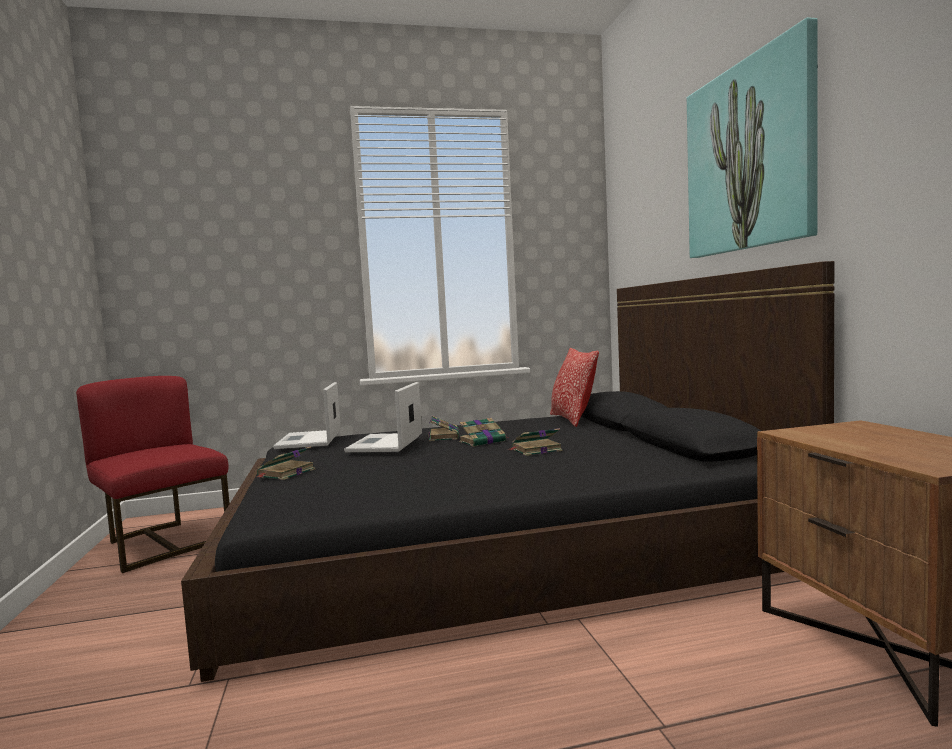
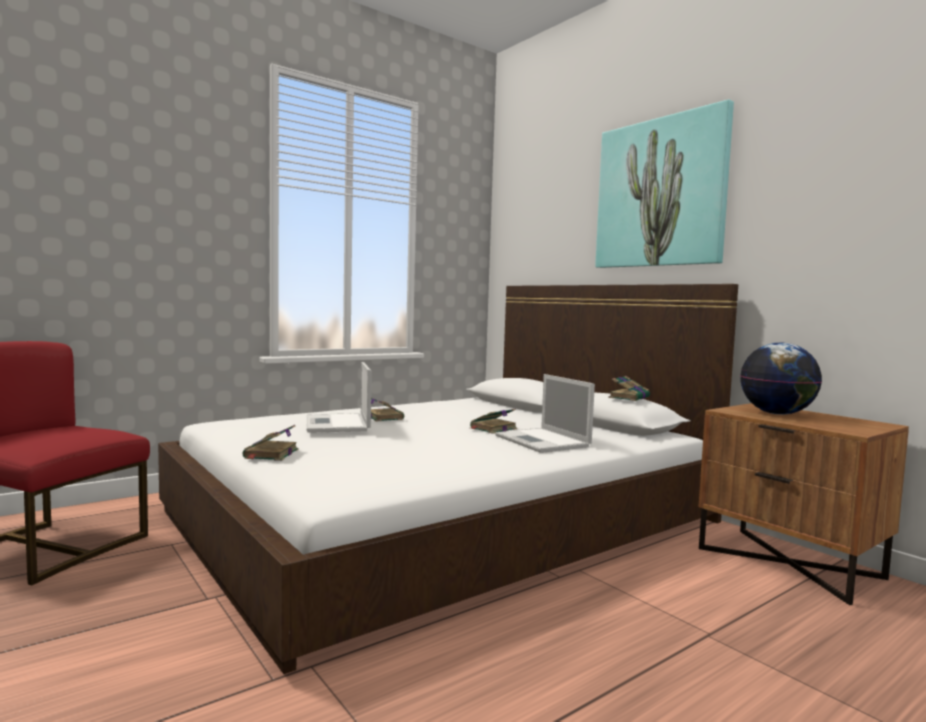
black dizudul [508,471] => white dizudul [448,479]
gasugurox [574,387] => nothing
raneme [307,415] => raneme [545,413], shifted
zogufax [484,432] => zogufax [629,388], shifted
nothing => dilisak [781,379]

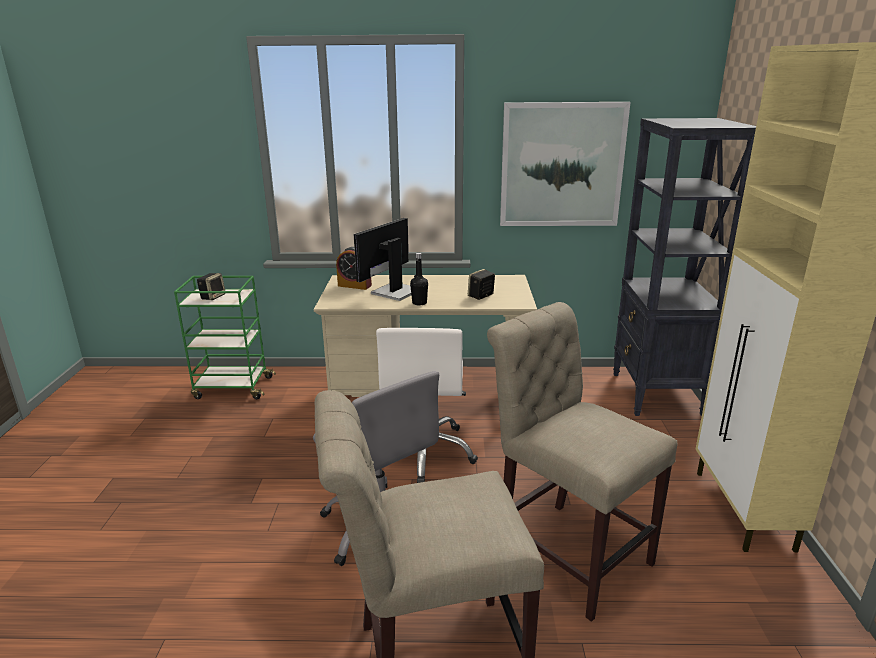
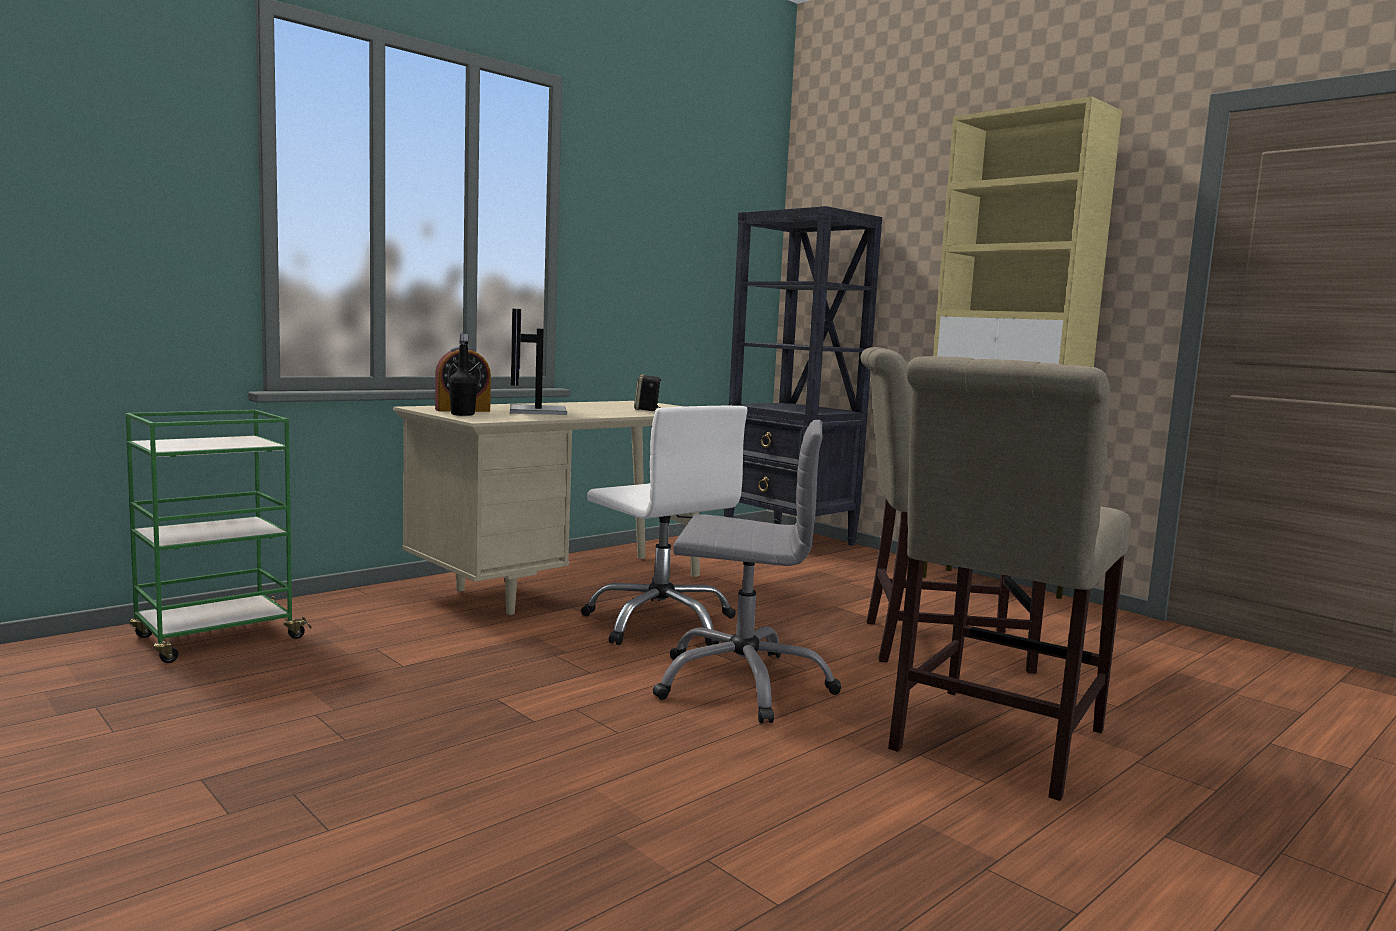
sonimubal [565,164] => nothing
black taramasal [419,279] => black taramasal [463,374], shifted
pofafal [211,286] => nothing

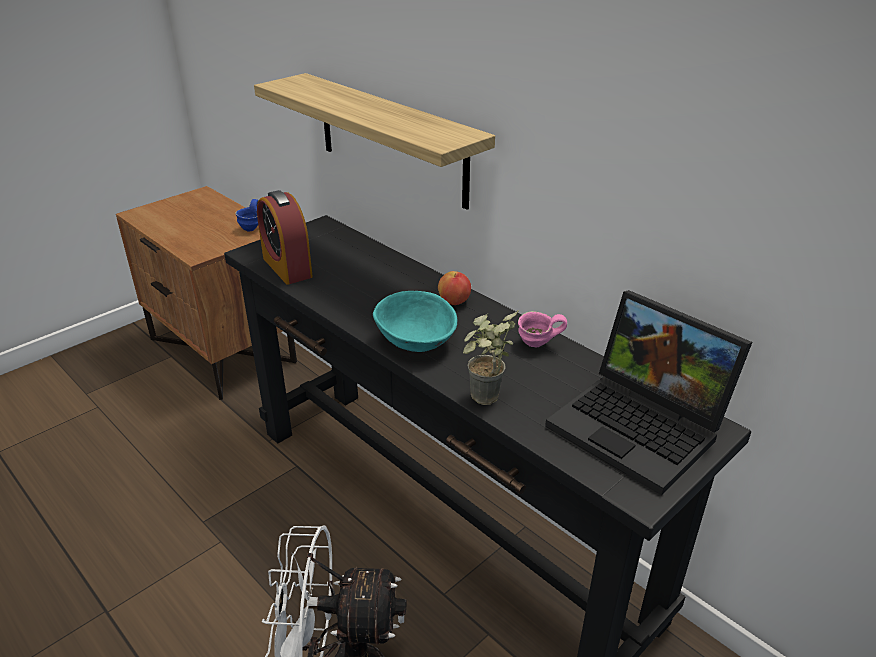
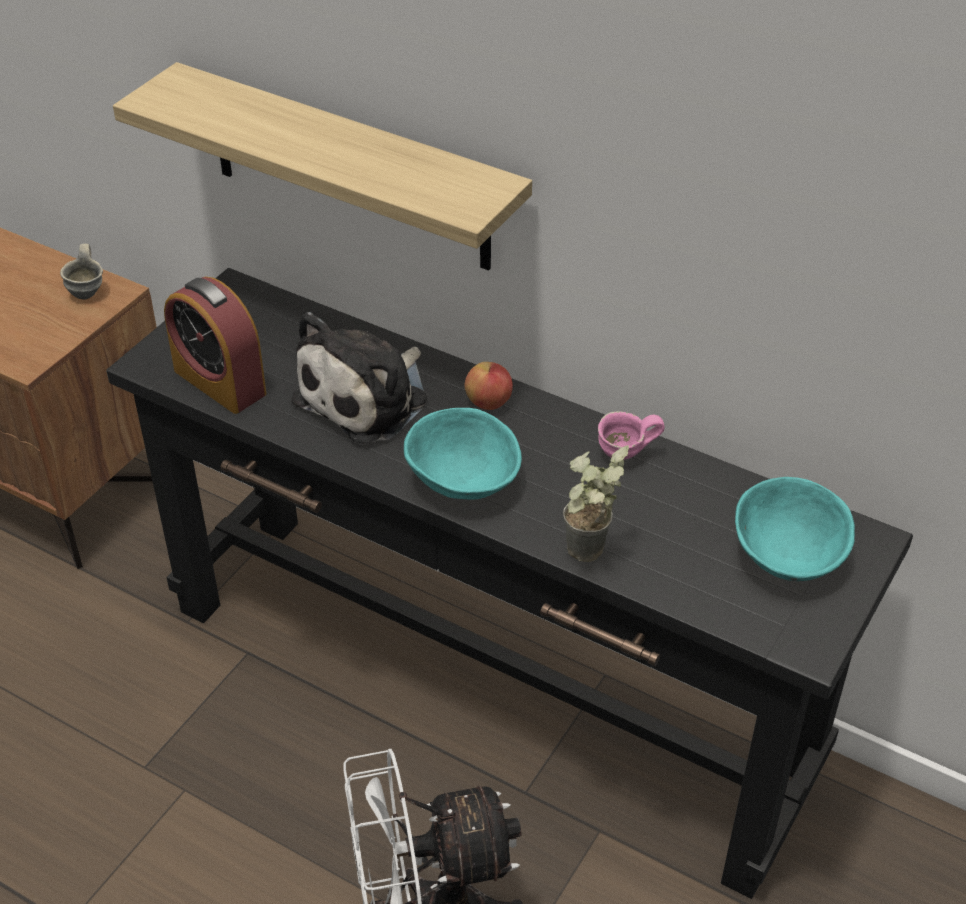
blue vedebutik [246,215] => grey vedebutik [81,271]
raneme [648,392] => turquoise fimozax [795,529]
nothing => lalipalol [359,378]

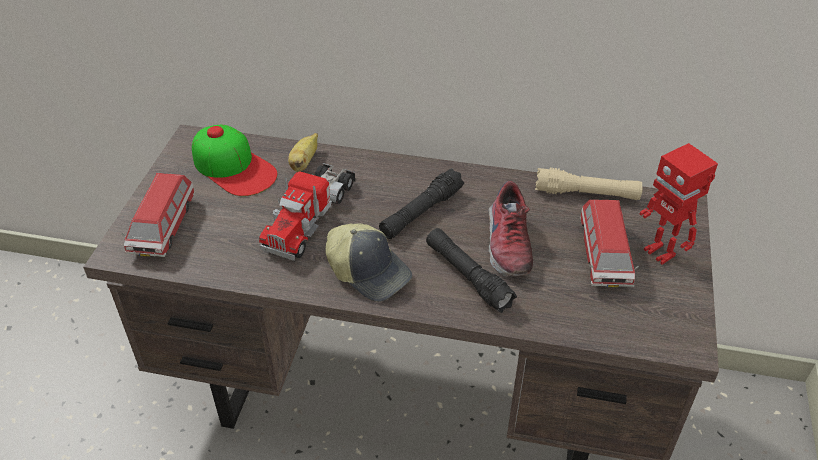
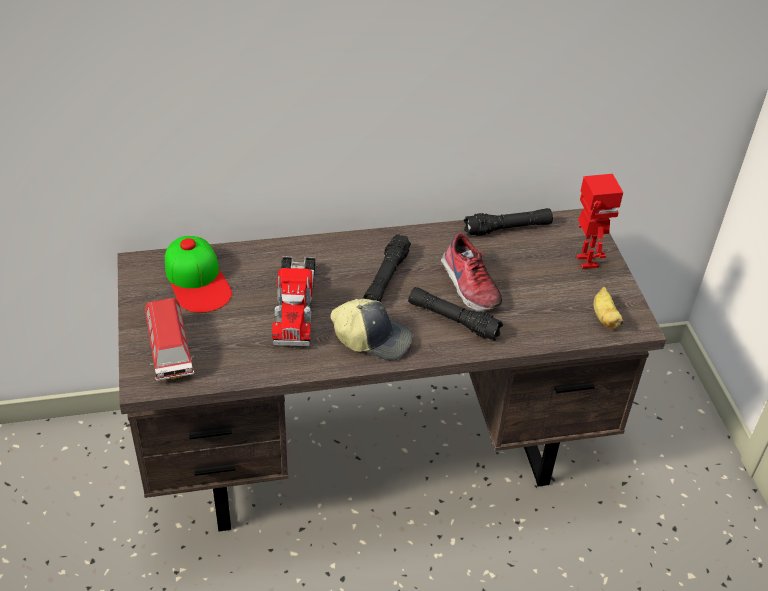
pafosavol [234,160] => pafosavol [198,274], 45 degrees clockwise
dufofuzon [303,152] => dufofuzon [608,308], shifted
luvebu [679,204] => luvebu [599,221], 135 degrees counterclockwise
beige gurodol [589,184] => black gurodol [508,222]
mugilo [609,243] => nothing

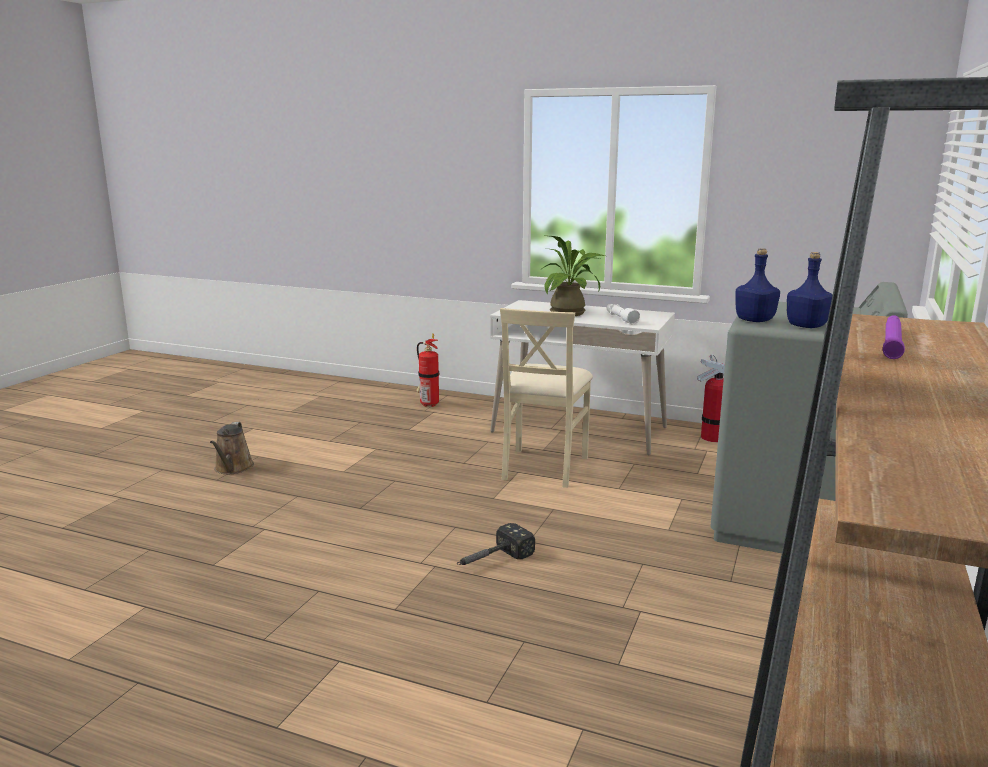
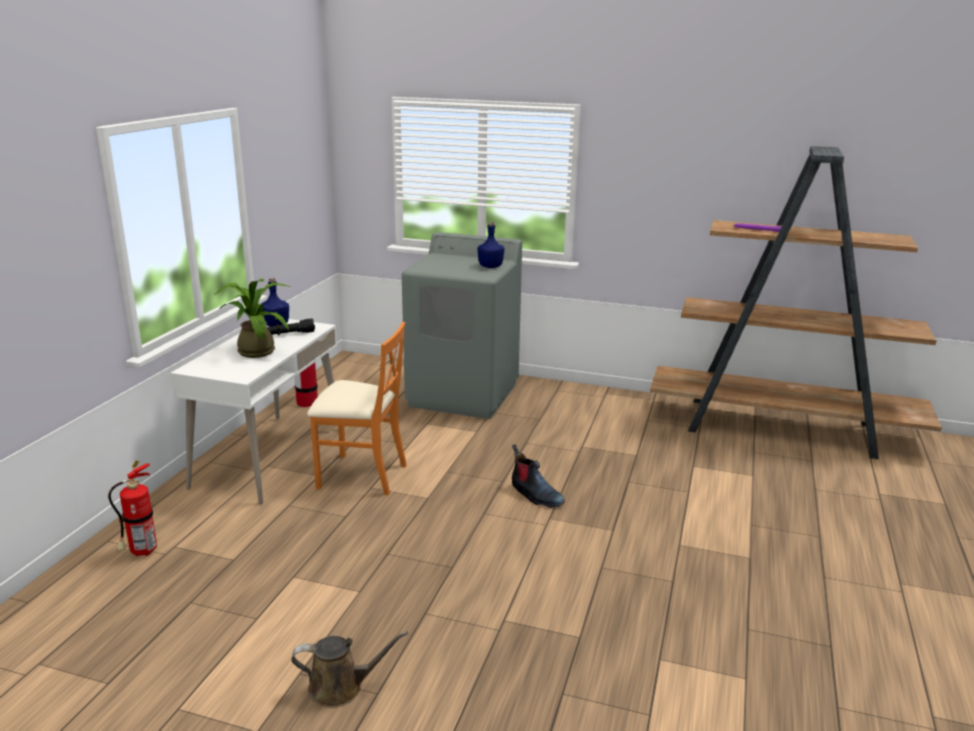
blue taramasal [757,285] => blue taramasal [275,302], shifted
white gurodol [623,314] => black gurodol [291,326]
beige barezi [546,398] => orange barezi [357,408]
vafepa [496,544] => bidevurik [538,476]

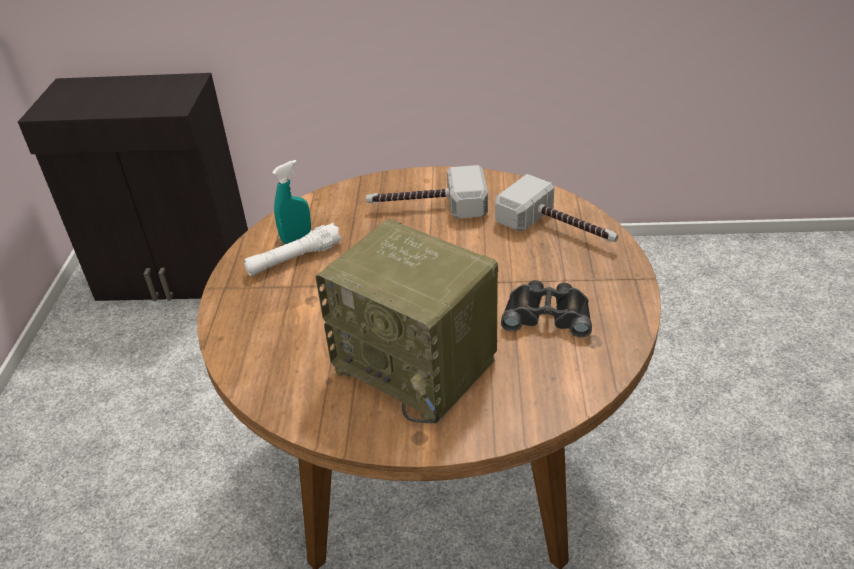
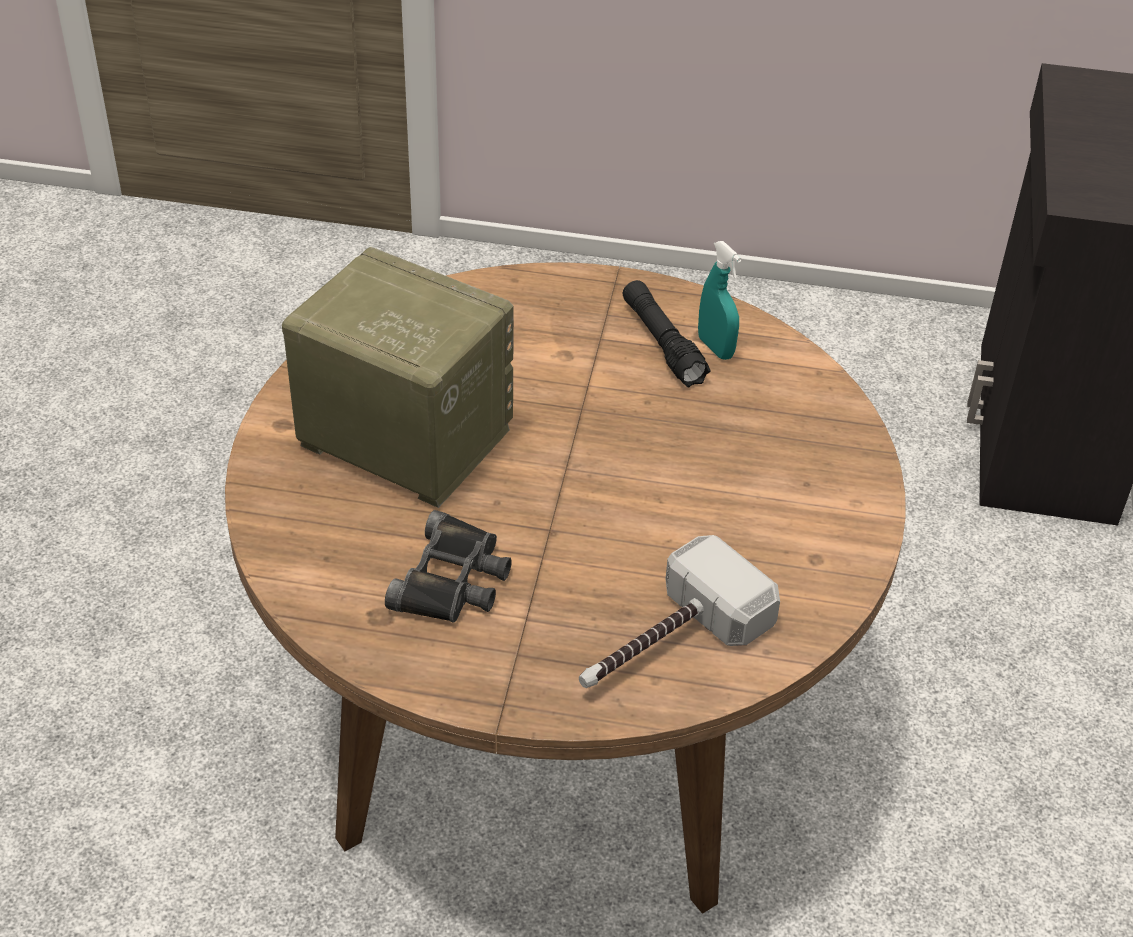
vafepa [427,191] => nothing
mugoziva [406,321] => mugoziva [398,377], 75 degrees clockwise
white gurodol [292,249] => black gurodol [667,333]

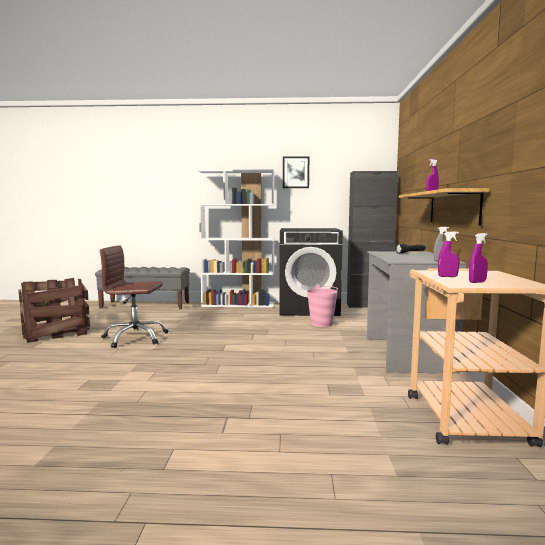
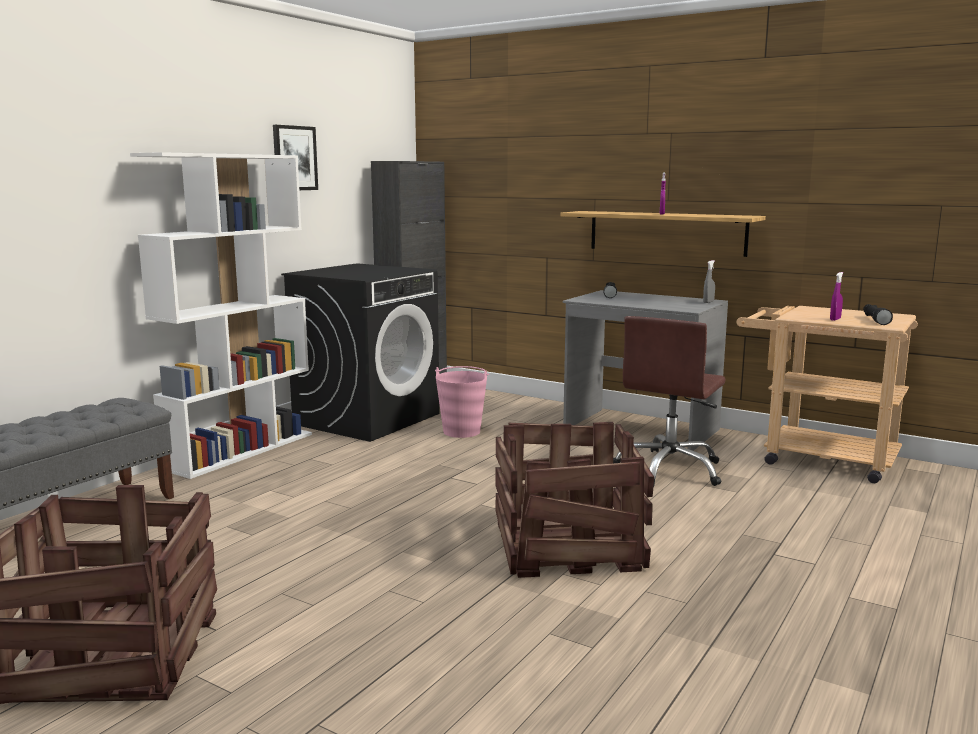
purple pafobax [478,258] => black gurodol [878,314]
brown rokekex [133,296] => brown rokekex [669,402], shifted
nothing => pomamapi [574,500]

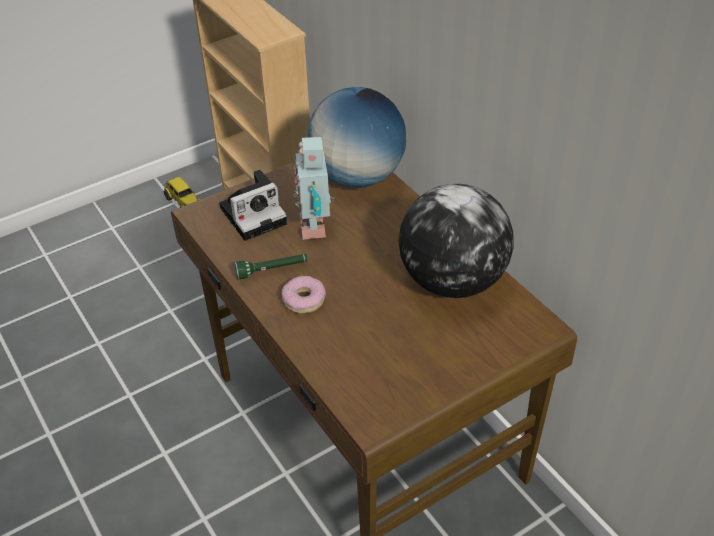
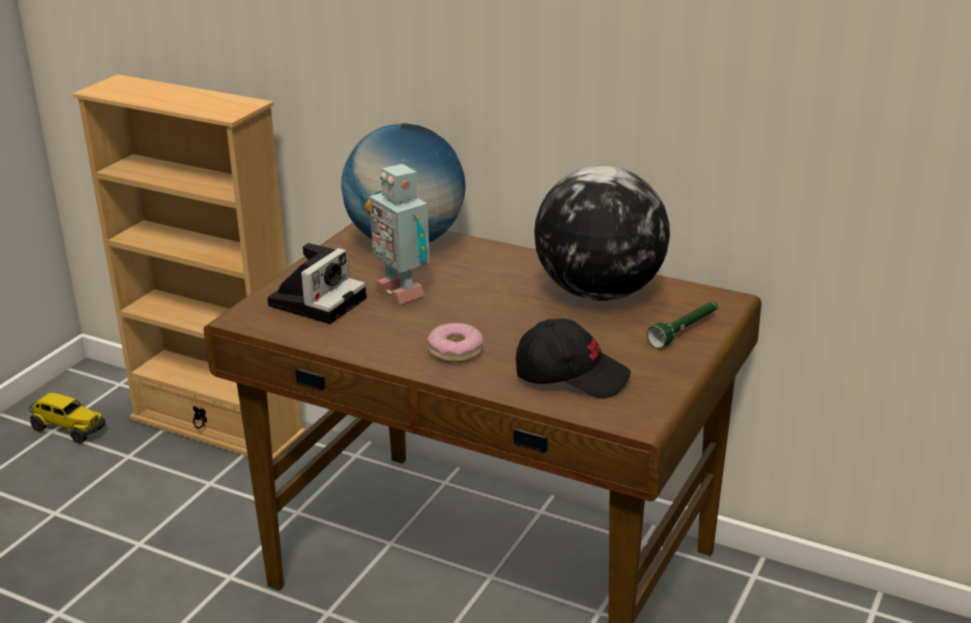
green gurodol [271,267] => green gurodol [682,324], shifted
nothing => black pafosavol [573,358]

